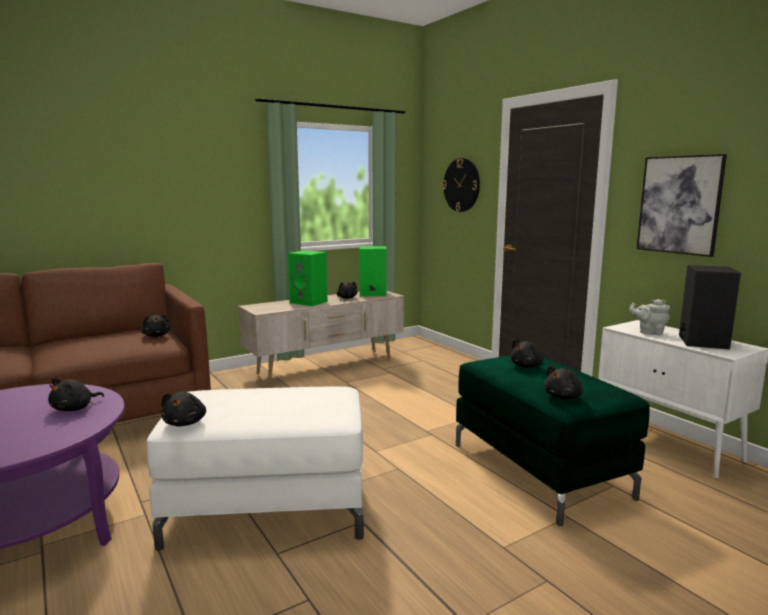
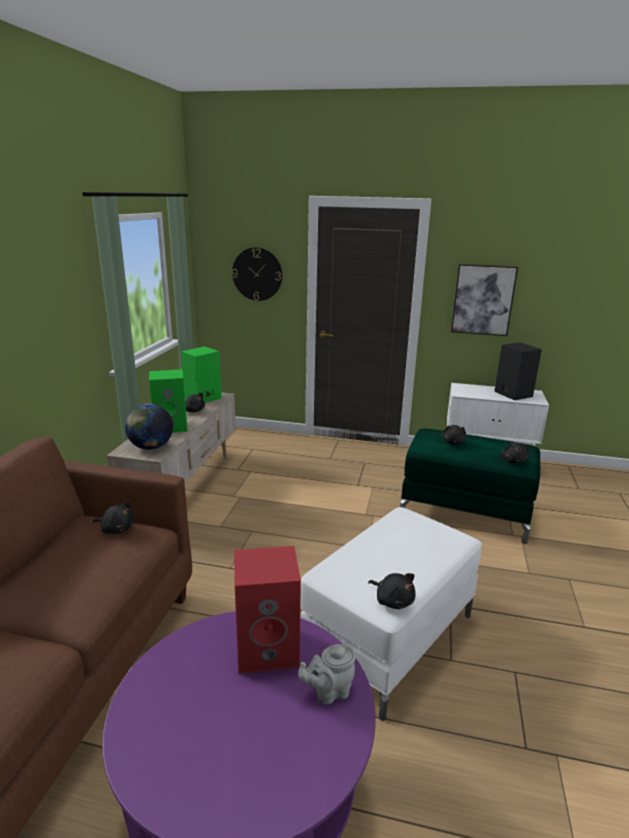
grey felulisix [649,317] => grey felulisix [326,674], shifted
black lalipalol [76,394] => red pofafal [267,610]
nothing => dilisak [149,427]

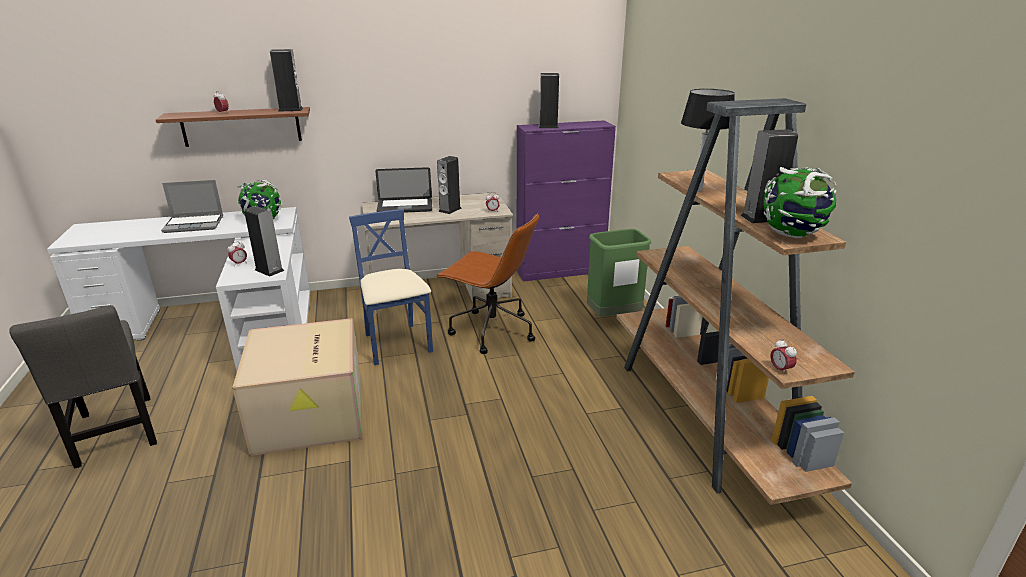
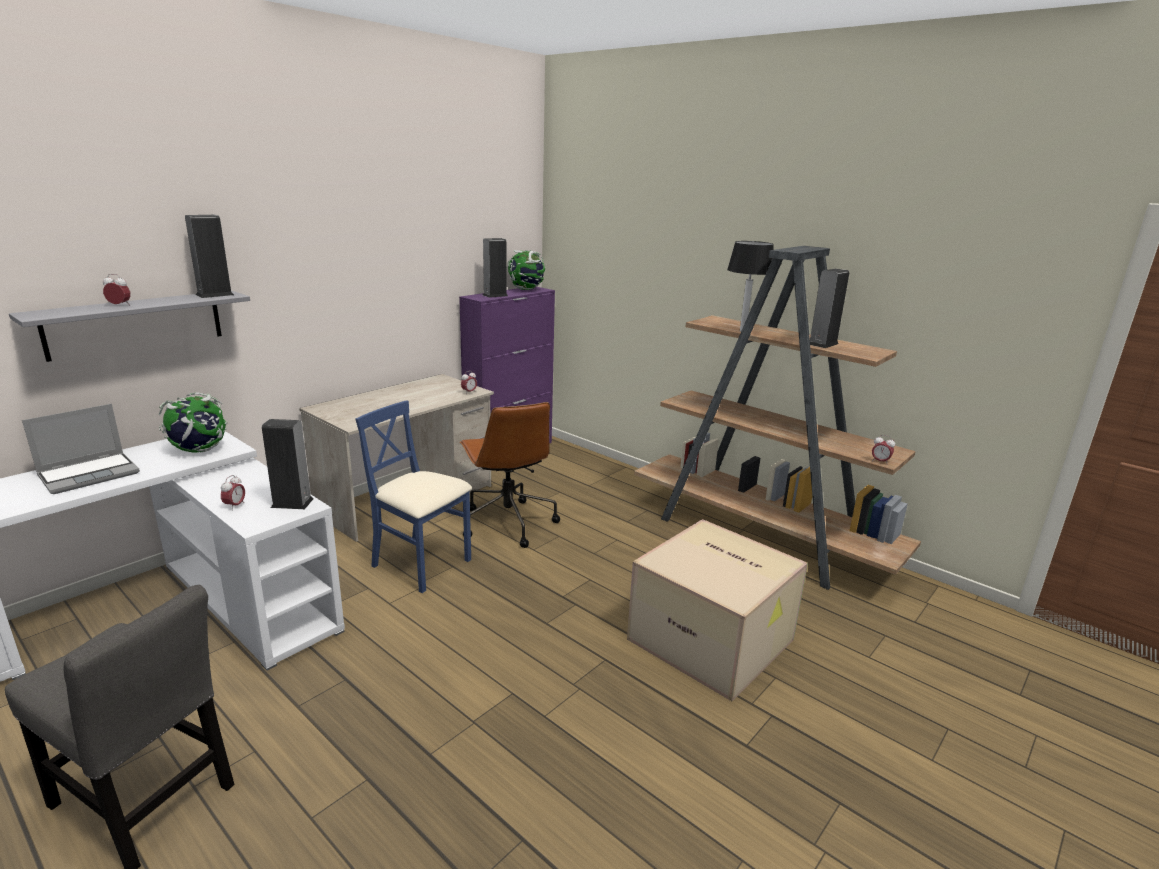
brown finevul [233,127] => grey finevul [129,326]
pofafal [449,185] => nothing
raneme [403,190] => nothing
dilisak [799,202] => dilisak [526,270], shifted
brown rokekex [488,284] => brown rokekex [510,475], 75 degrees clockwise
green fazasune [619,272] => nothing
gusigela [297,387] => gusigela [717,610], shifted

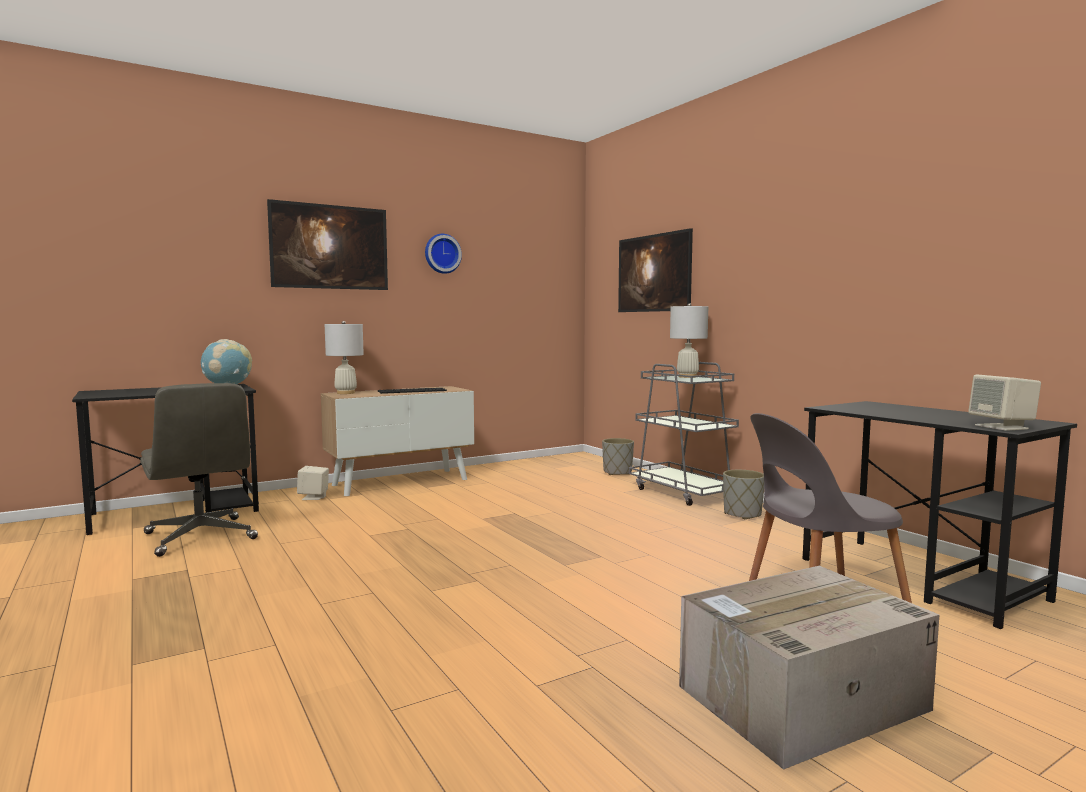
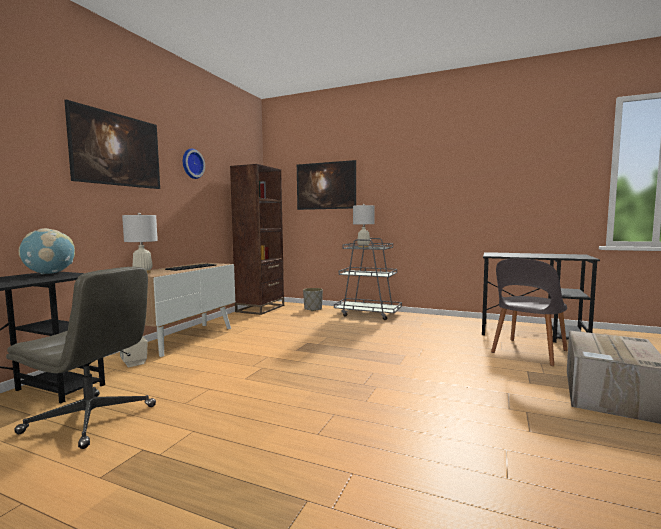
beige pofafal [1004,402] => nothing
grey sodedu [743,494] => nothing
nothing => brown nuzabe [257,239]

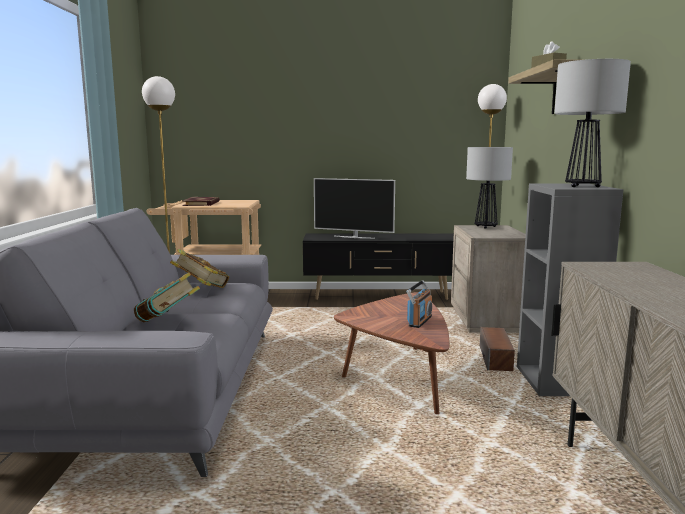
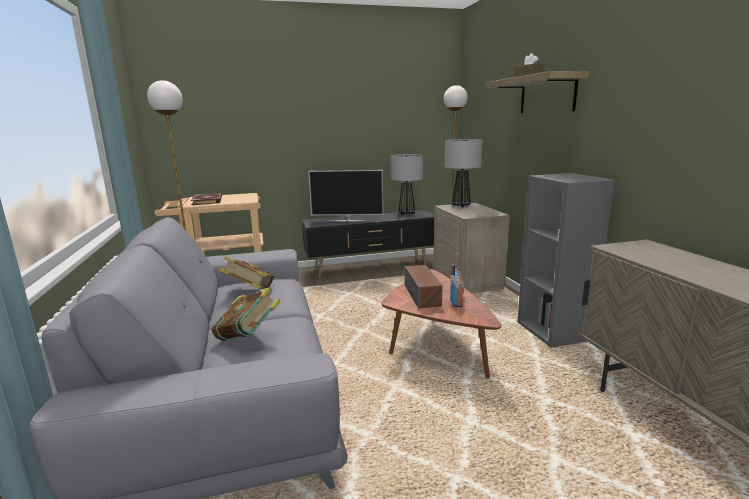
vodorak [592,123] => vodorak [407,184], shifted
pofafal [497,349] => pofafal [423,287], shifted

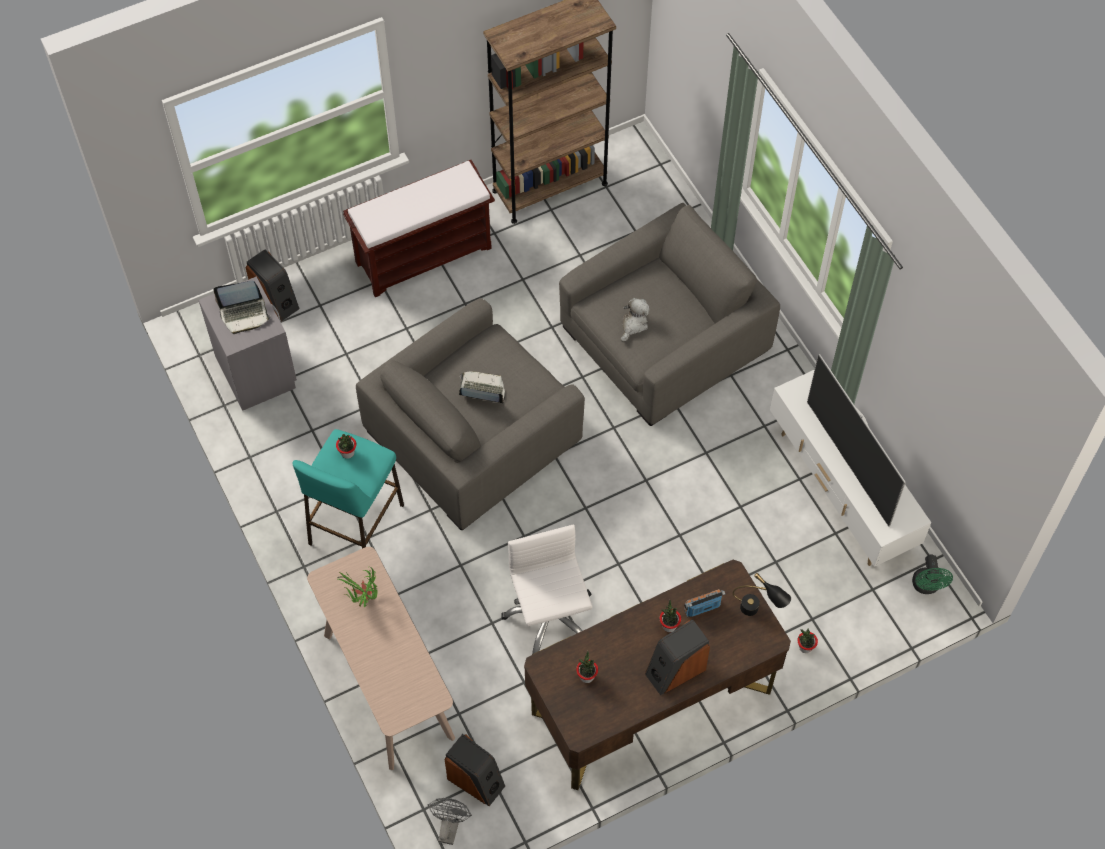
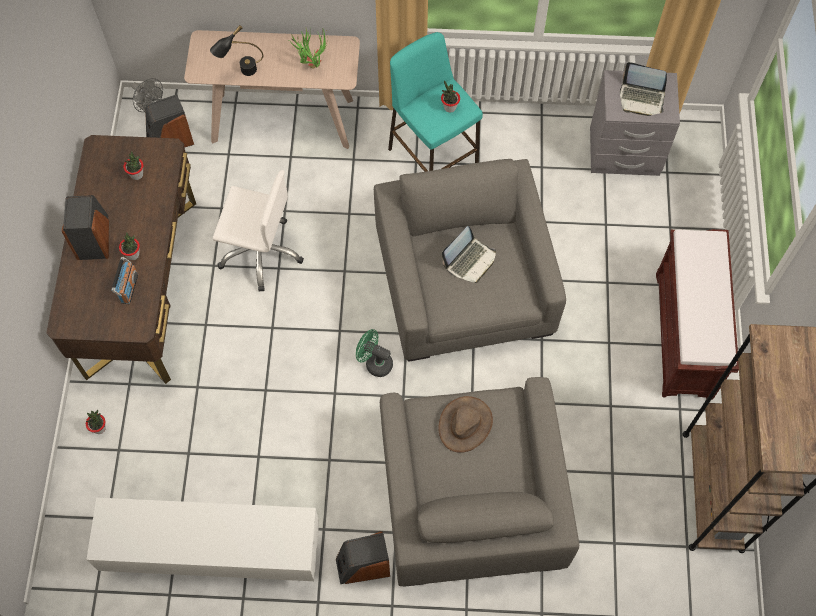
pofafal [272,285] => pofafal [363,557], shifted
raneme [242,307] => raneme [643,89], 90 degrees counterclockwise
lalipalol [635,320] => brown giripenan [465,424]
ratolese [856,440] => nothing
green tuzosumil [932,574] => green tuzosumil [374,353], shifted
black vodorak [762,594] => black vodorak [236,50], shifted

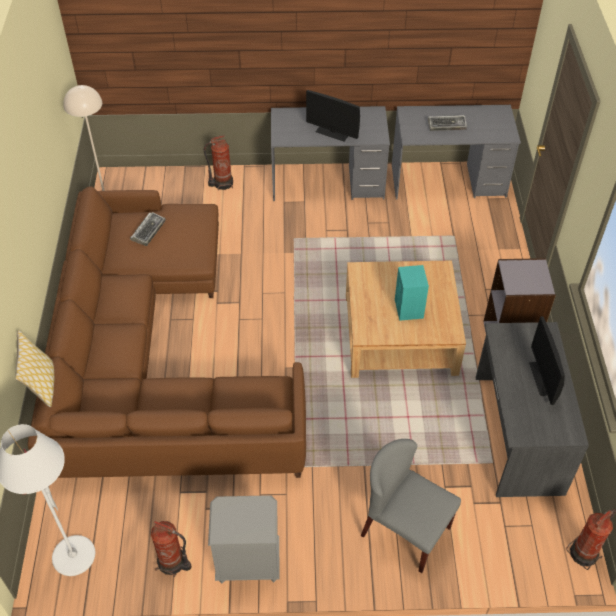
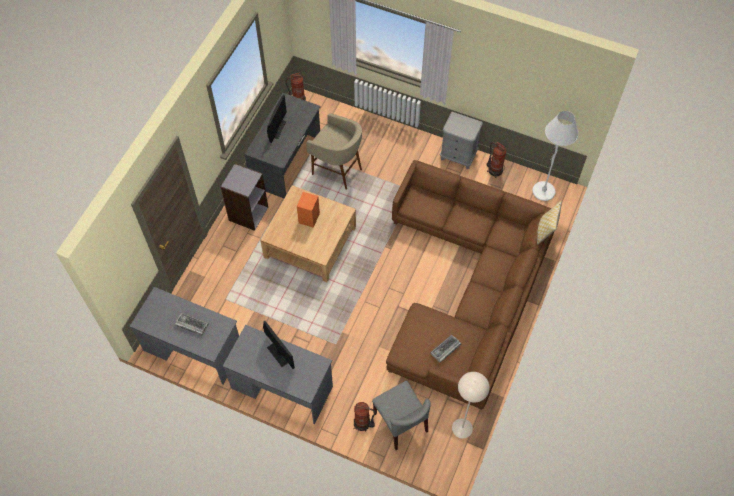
turquoise pofafal [412,293] => orange pofafal [308,210]
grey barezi [411,506] => grey barezi [401,415], shifted
nothing => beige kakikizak [334,151]

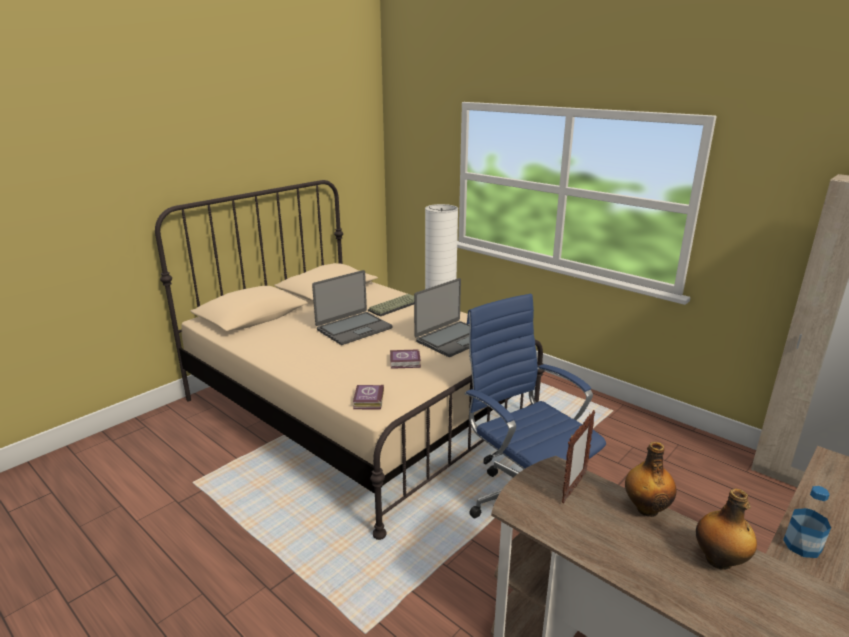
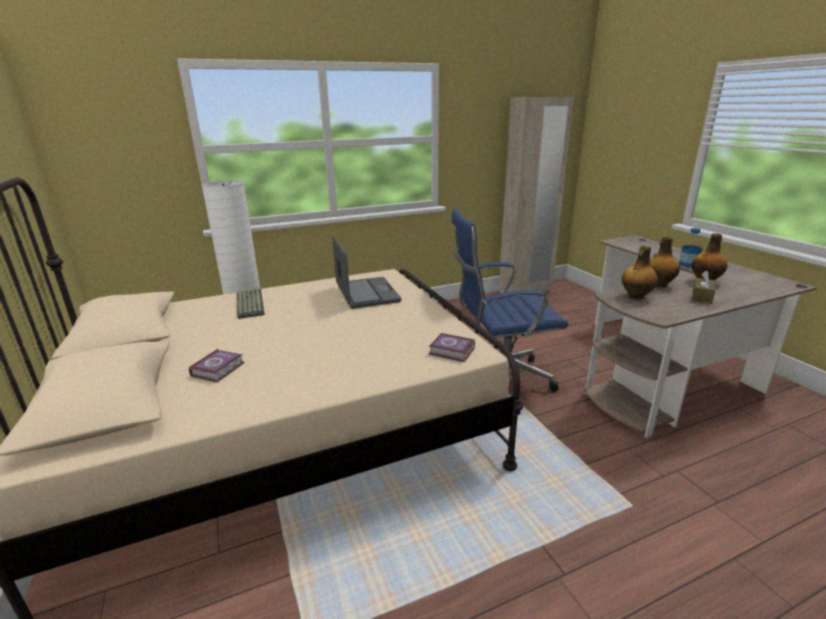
raneme [352,307] => nothing
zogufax [405,359] => zogufax [217,366], shifted
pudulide [578,456] => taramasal [640,272]
nothing => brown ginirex [703,287]

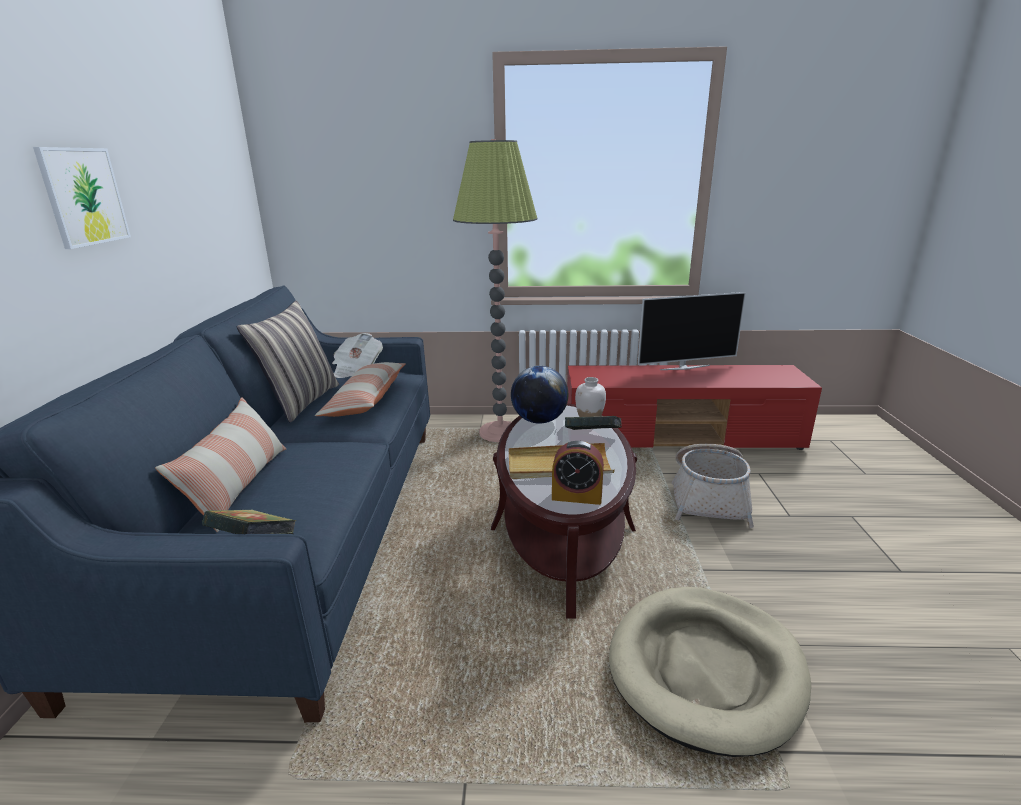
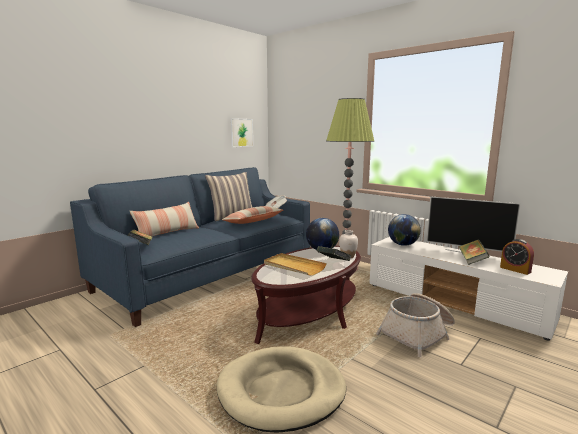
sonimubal [82,198] => sonimubal [241,132], shifted
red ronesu [694,407] => white ronesu [468,289]
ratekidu [578,473] => ratekidu [517,257], shifted
nothing => dilisak [404,230]
nothing => zogufax [474,252]

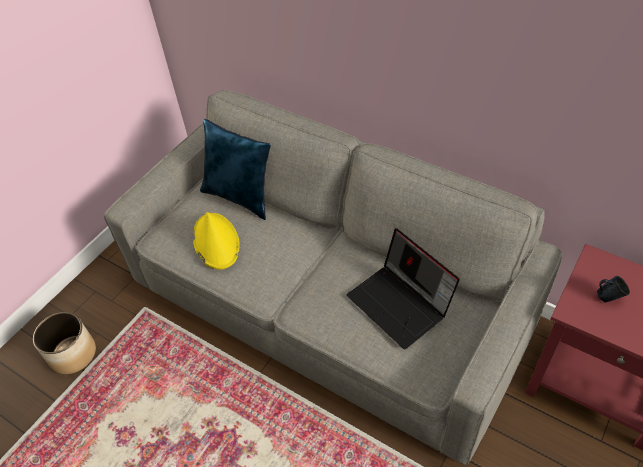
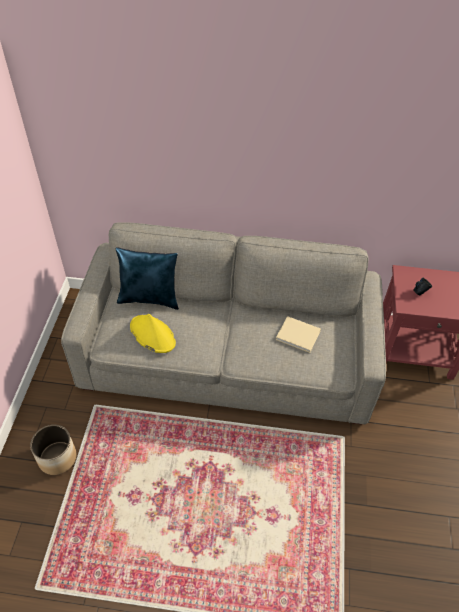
raneme [403,288] => beige zogufax [298,334]

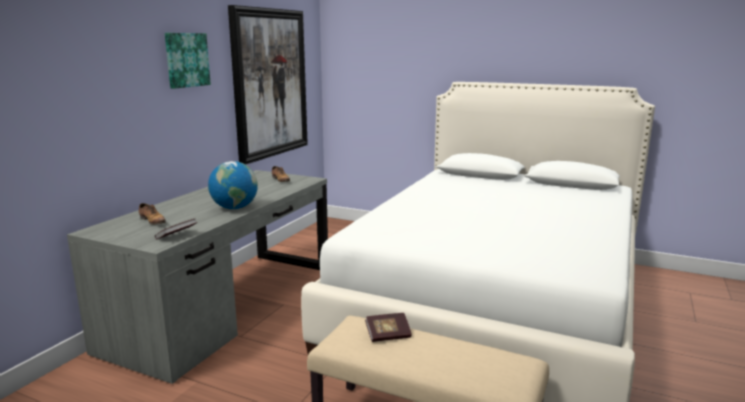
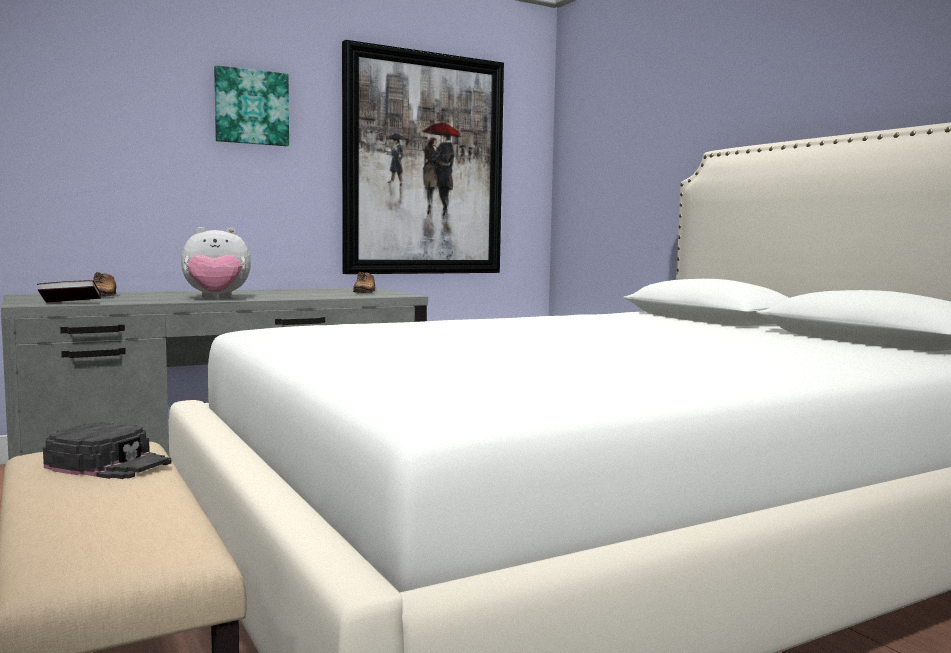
dilisak [233,185] => lalipalol [216,262]
zogufax [388,327] => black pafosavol [107,450]

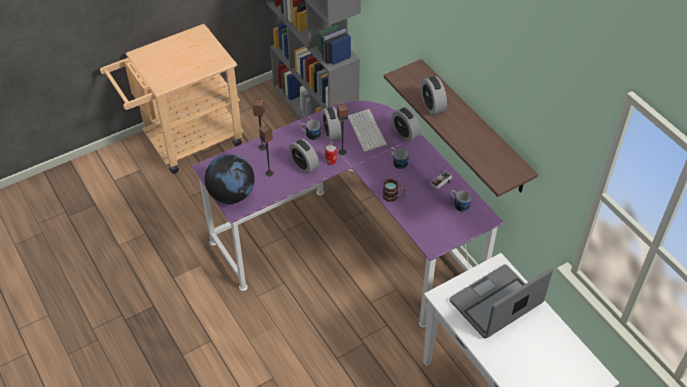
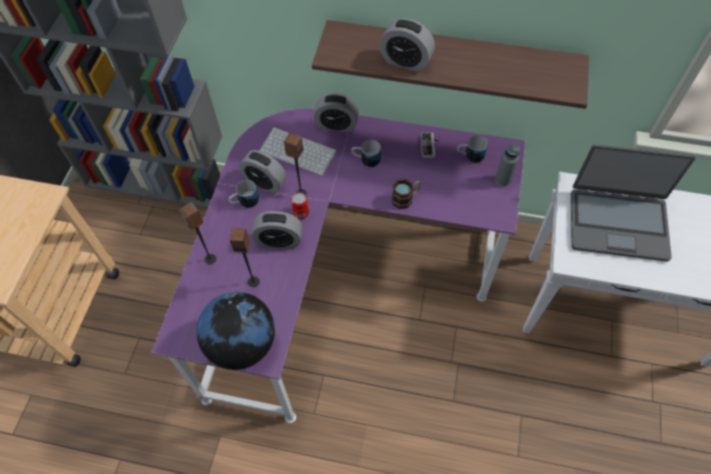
raneme [501,301] => raneme [633,202], 90 degrees counterclockwise
nothing => grey taramasal [507,165]

